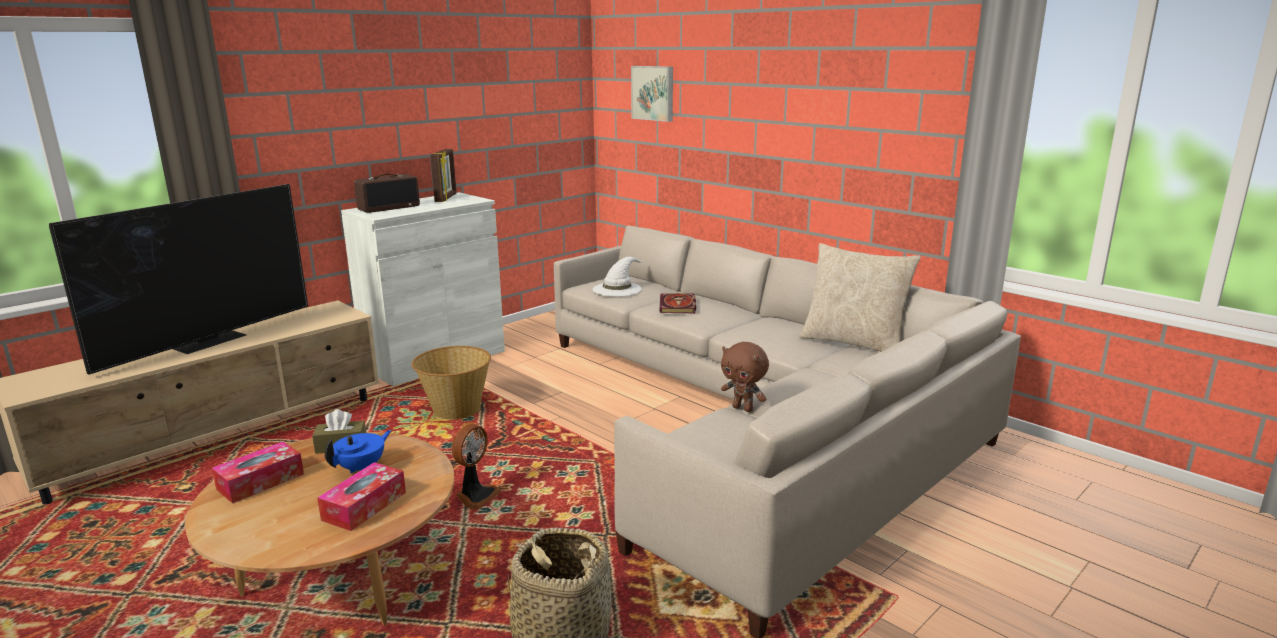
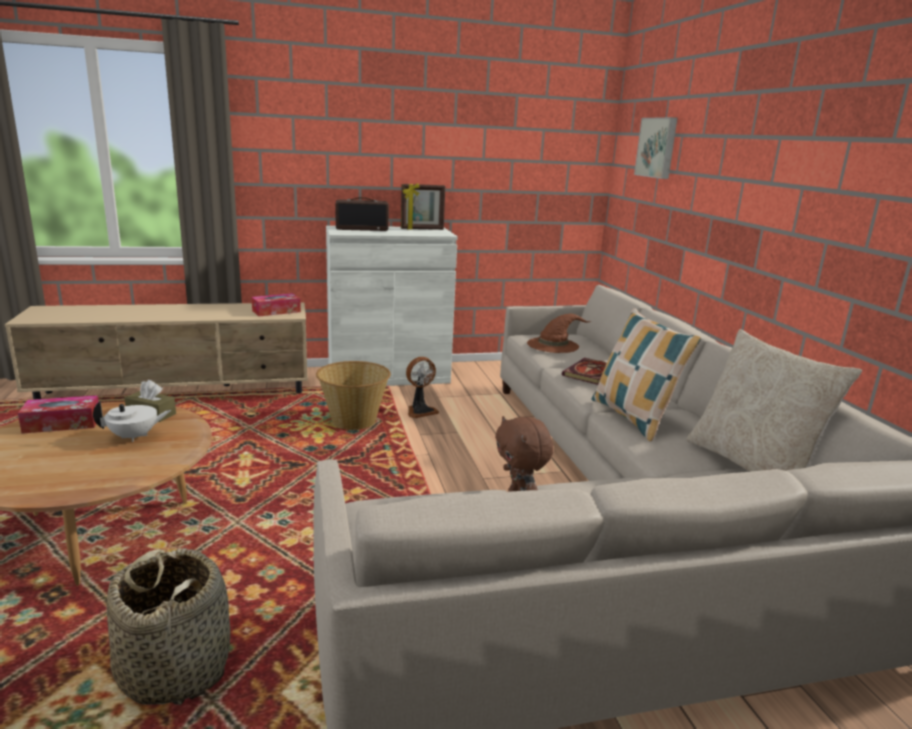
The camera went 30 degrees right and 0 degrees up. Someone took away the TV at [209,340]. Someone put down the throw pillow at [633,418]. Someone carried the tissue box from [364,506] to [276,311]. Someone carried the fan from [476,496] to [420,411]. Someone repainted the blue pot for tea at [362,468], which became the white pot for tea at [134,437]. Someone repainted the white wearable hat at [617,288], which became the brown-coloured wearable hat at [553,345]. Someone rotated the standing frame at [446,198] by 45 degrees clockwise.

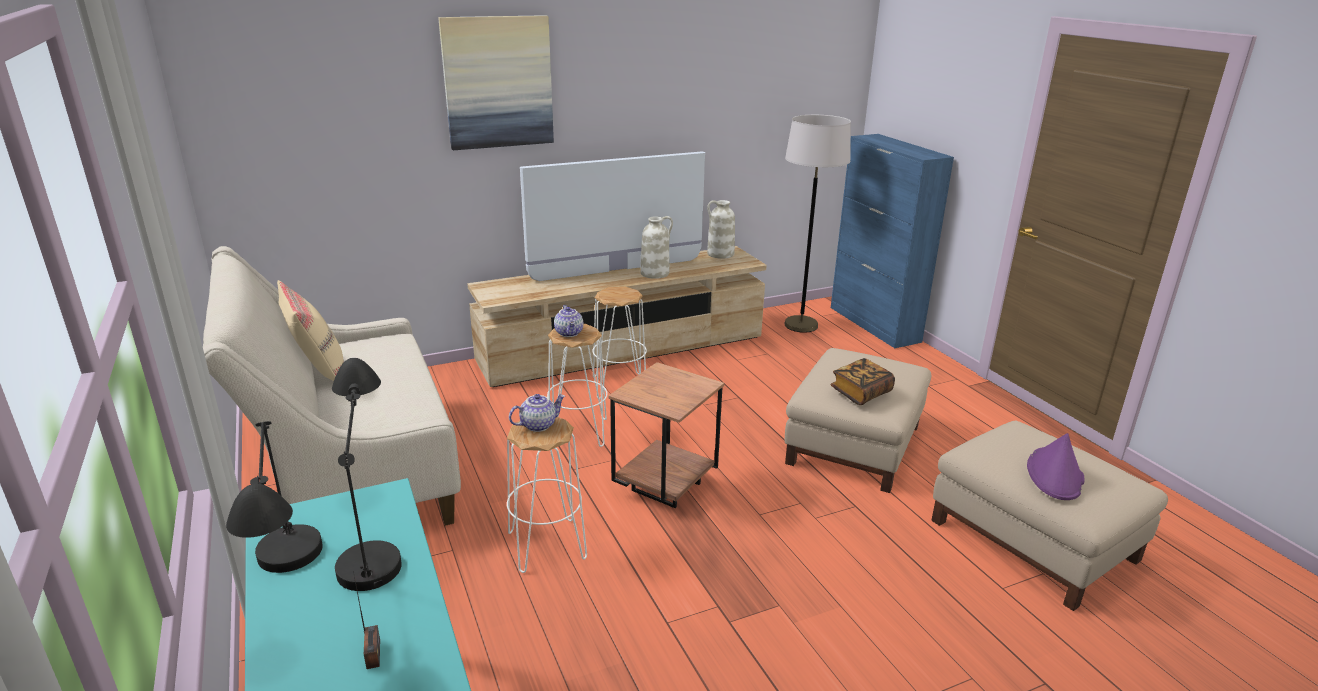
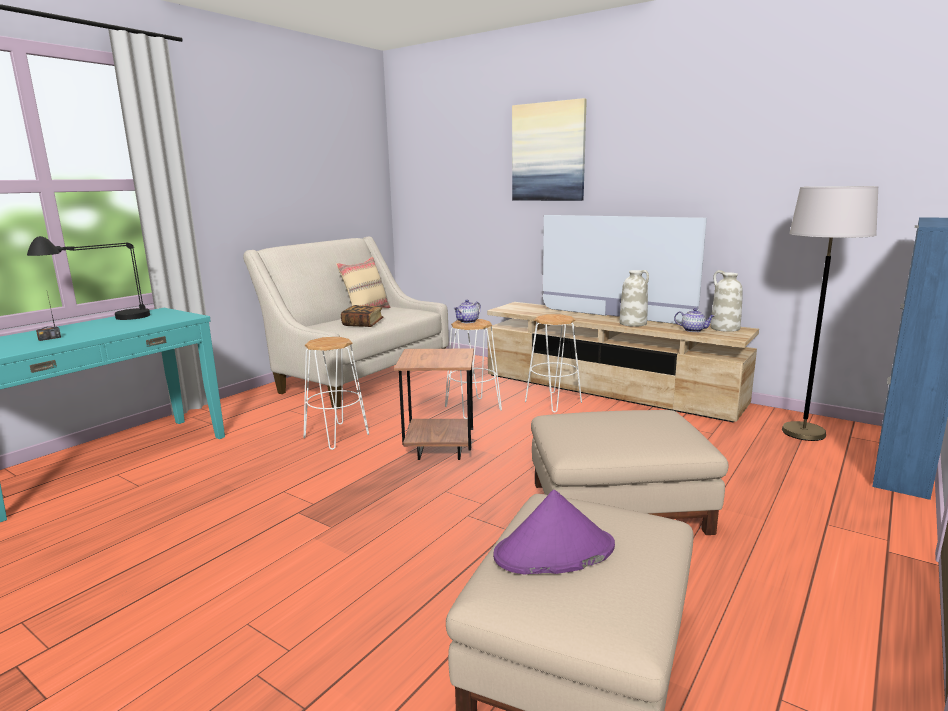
The camera went 60 degrees right and 10 degrees down. Someone took away the black-coloured tabletop lamp at [371,534]. Someone carried the pot for tea from [538,425] to [693,330]. Someone carried the volume from [861,392] to [363,324].

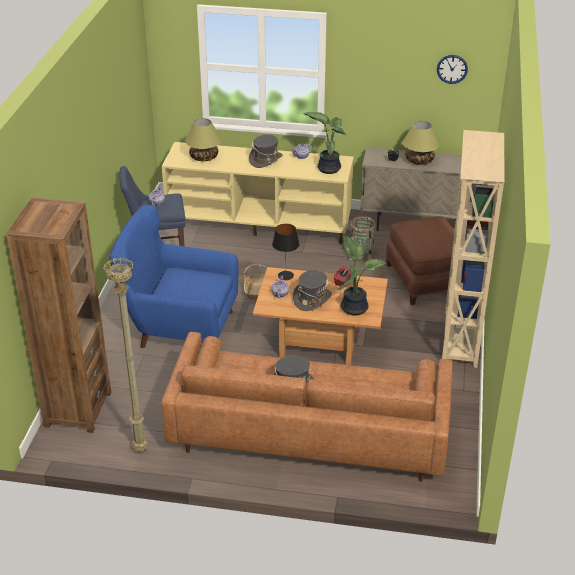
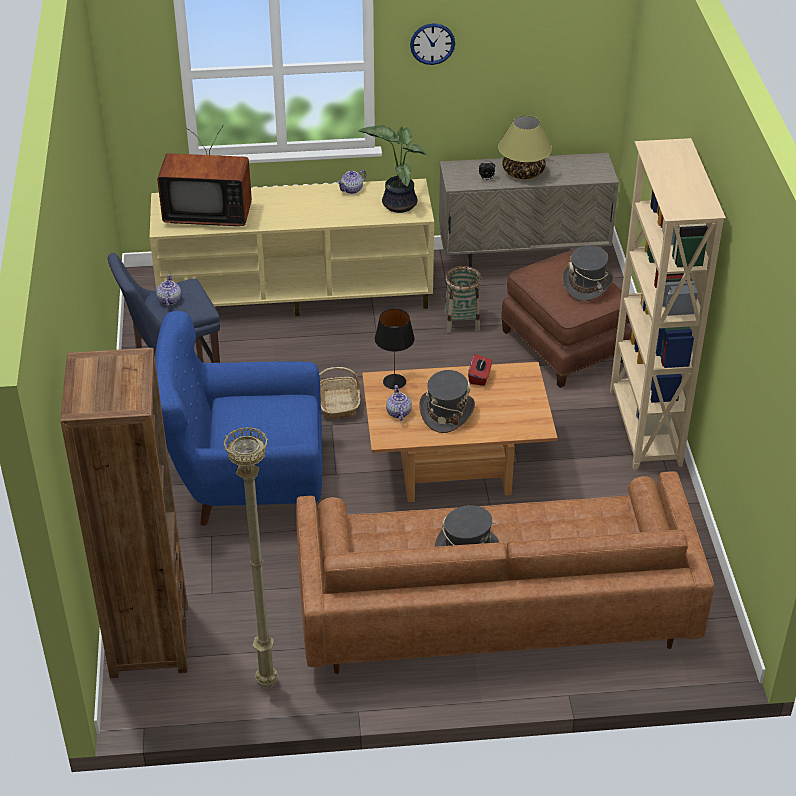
The camera went 15 degrees left and 5 degrees up. Someone took away the potted plant at [355,307]. Someone carried the greyish wearable hat from [265,160] to [587,284]. Someone carried the hanging clock from [452,69] to [432,43]. Someone swapped the tabletop lamp at [204,157] for the TV at [208,212].

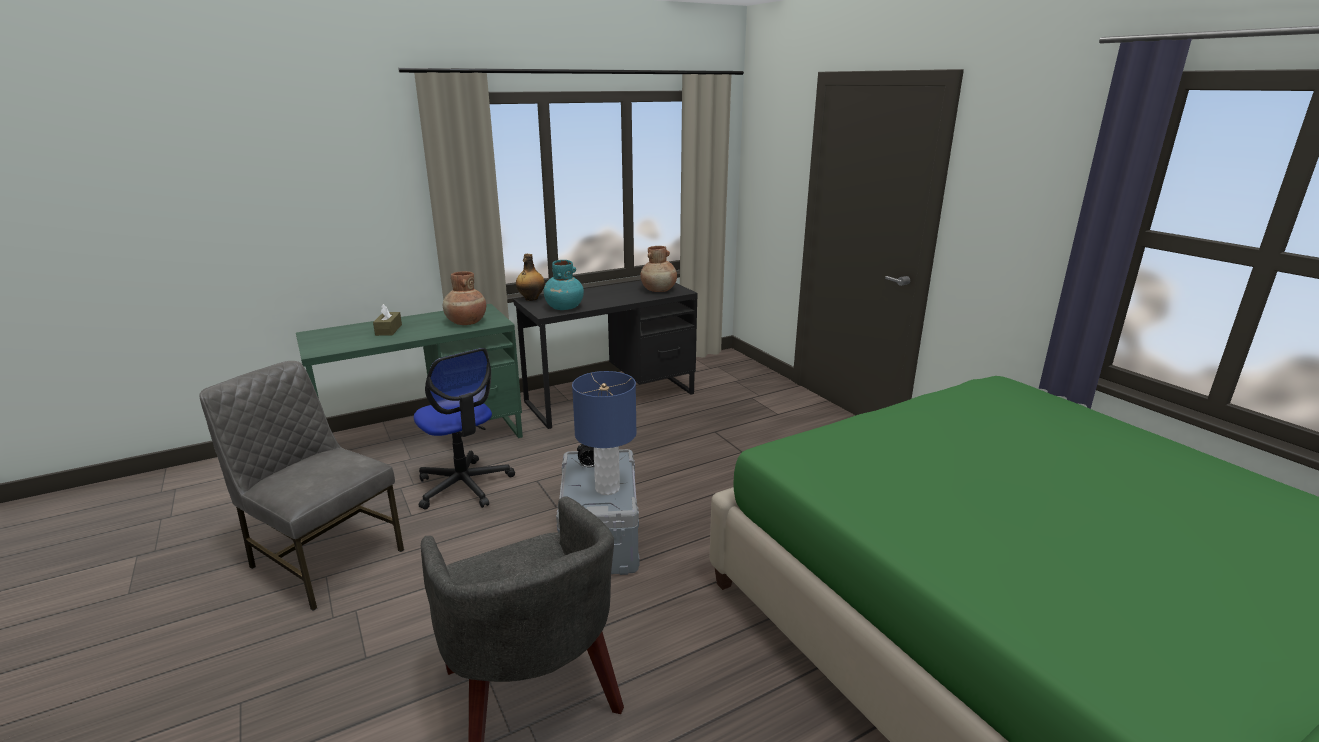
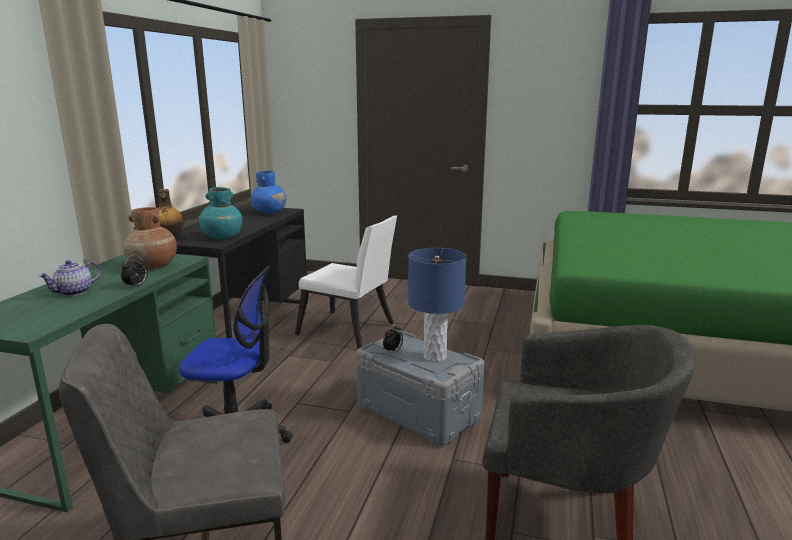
The camera went 45 degrees left and 5 degrees down. Someone put down the table clock at [136,286]. Someone put down the white upright chair at [350,331]. Someone swapped the brown-coloured tissue box at [388,330] for the pot for tea at [74,292]. Someone repainted the brown-coloured flower vase at [659,290], which became the blue flower vase at [270,212].

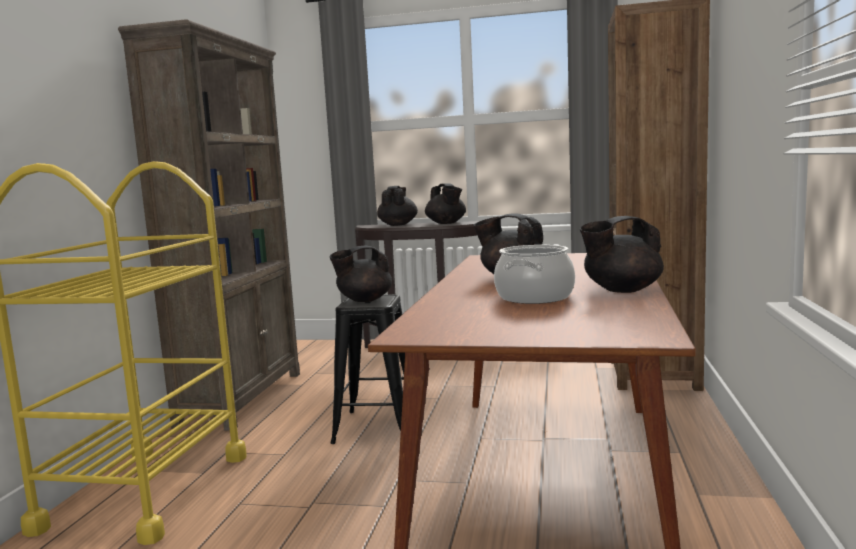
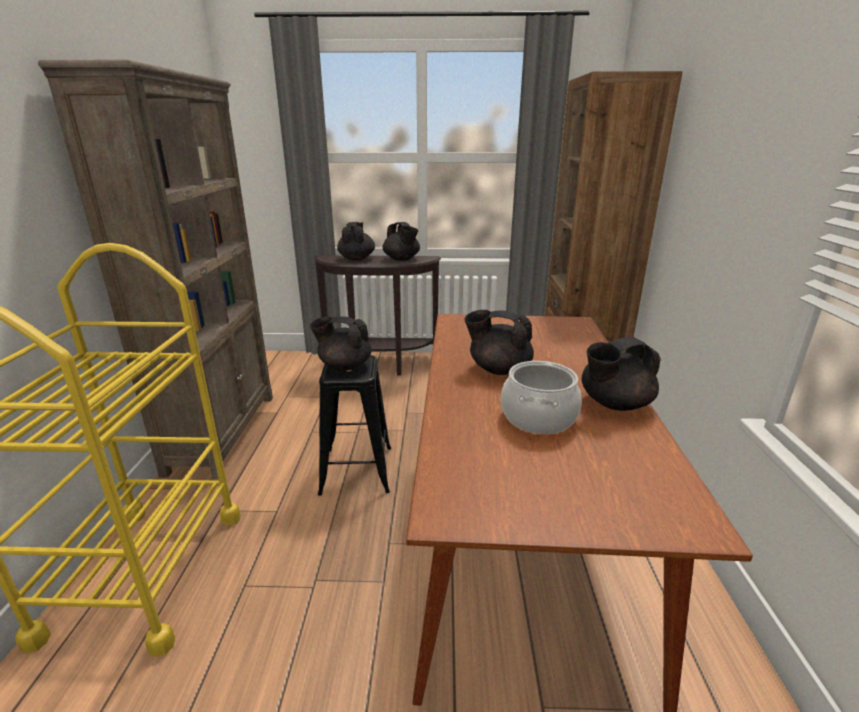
The camera went 10 degrees left and 15 degrees up. Someone rotated the black-coloured pot for tea at [364,300] by 45 degrees clockwise.

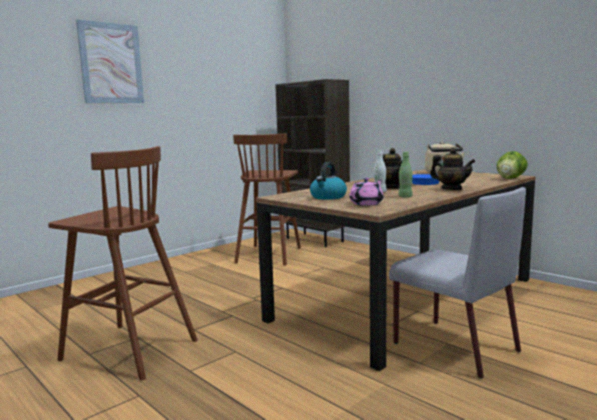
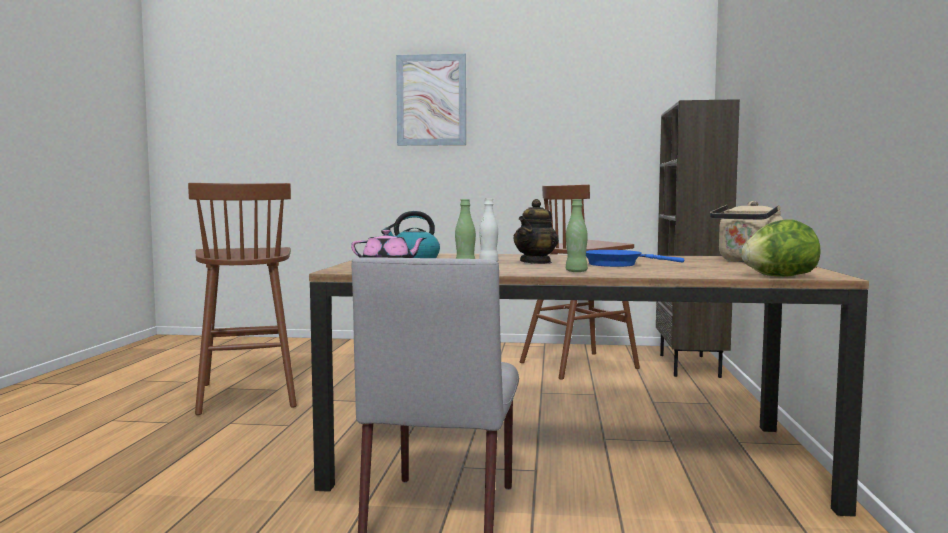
The camera went 50 degrees right and 5 degrees down. Someone swapped the pot for tea at [451,189] for the green-coloured drink bottle at [576,271].

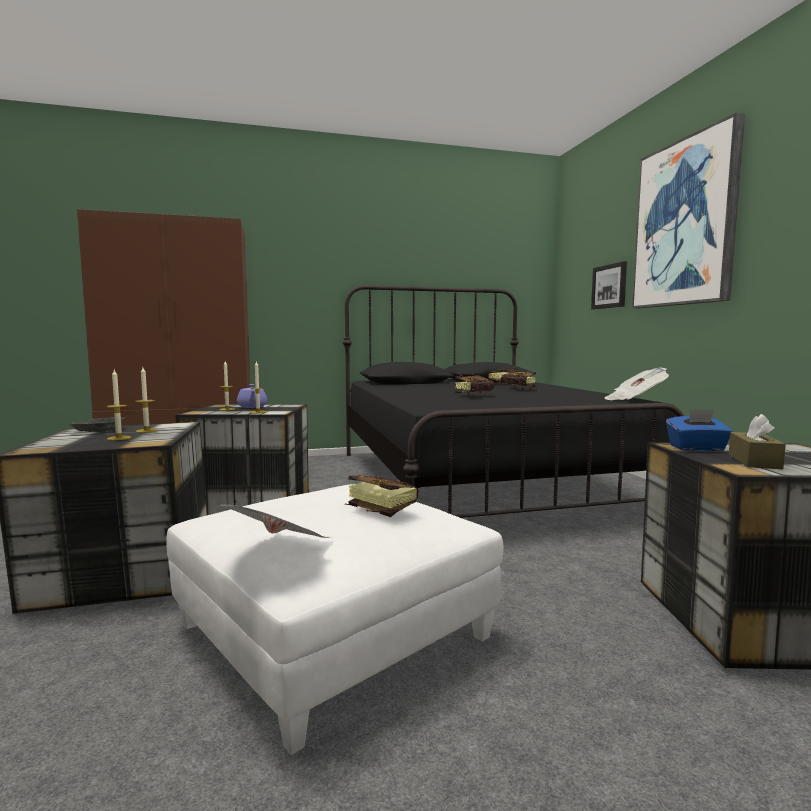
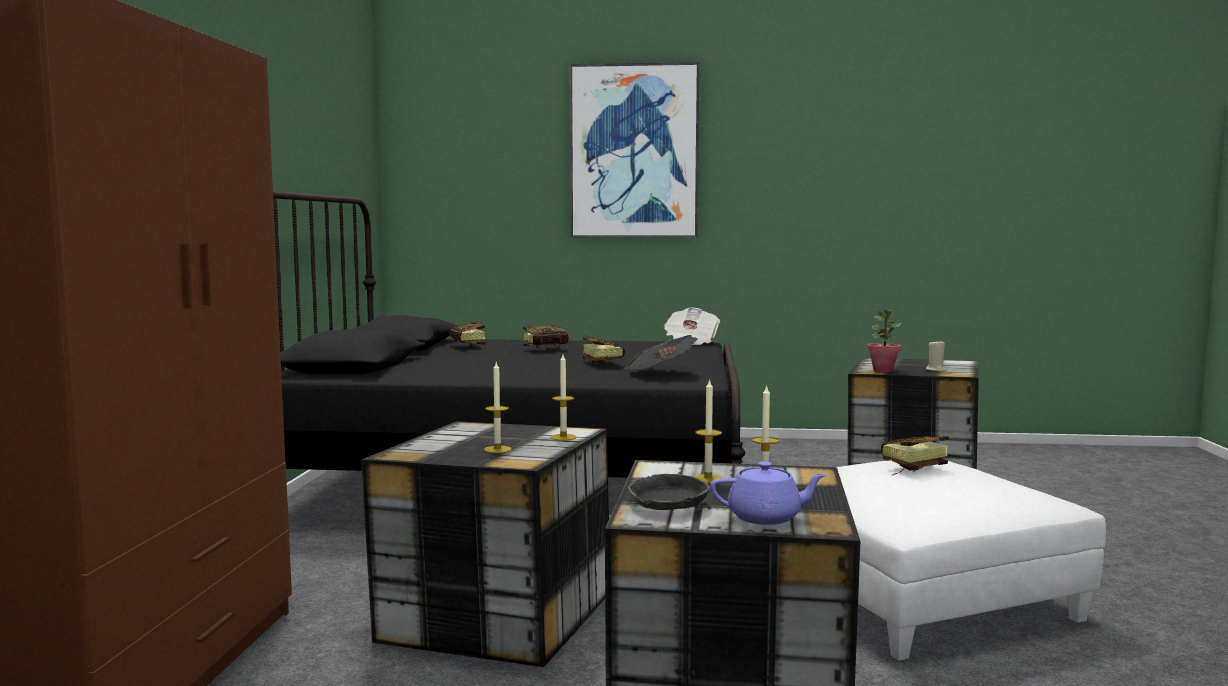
The camera went 70 degrees left and 0 degrees up. Someone took away the picture at [609,286]. Someone carried the daily paper from [279,552] to [660,373]. Someone carried the purple pot for tea from [252,407] to [766,517]. Someone swapped the blue tissue box at [697,448] for the potted plant at [883,370]. Someone swapped the brown-coloured tissue box at [754,461] for the sand-coloured wax light at [936,370].

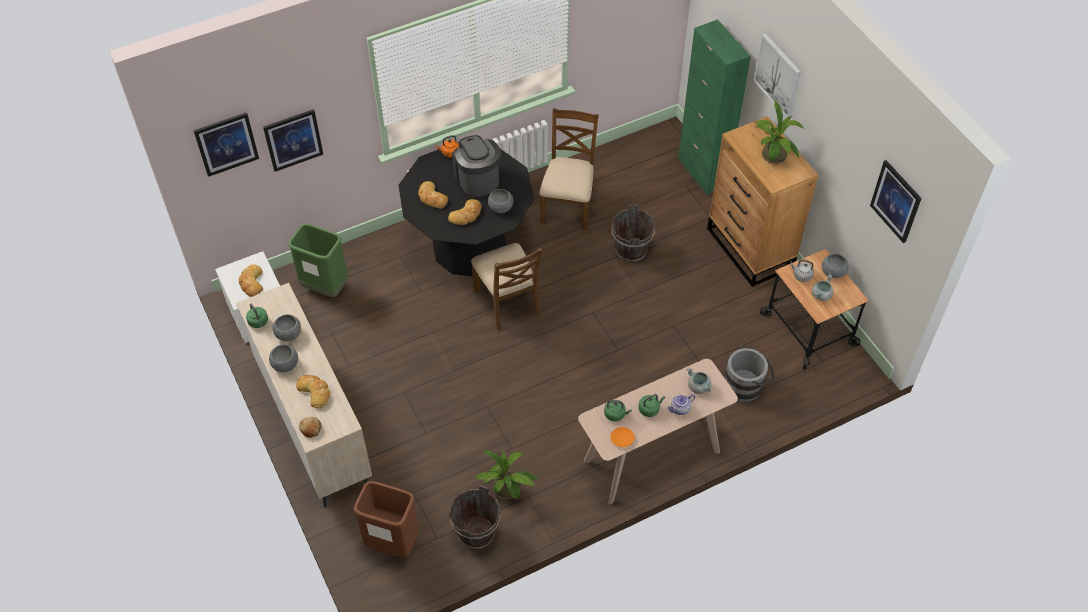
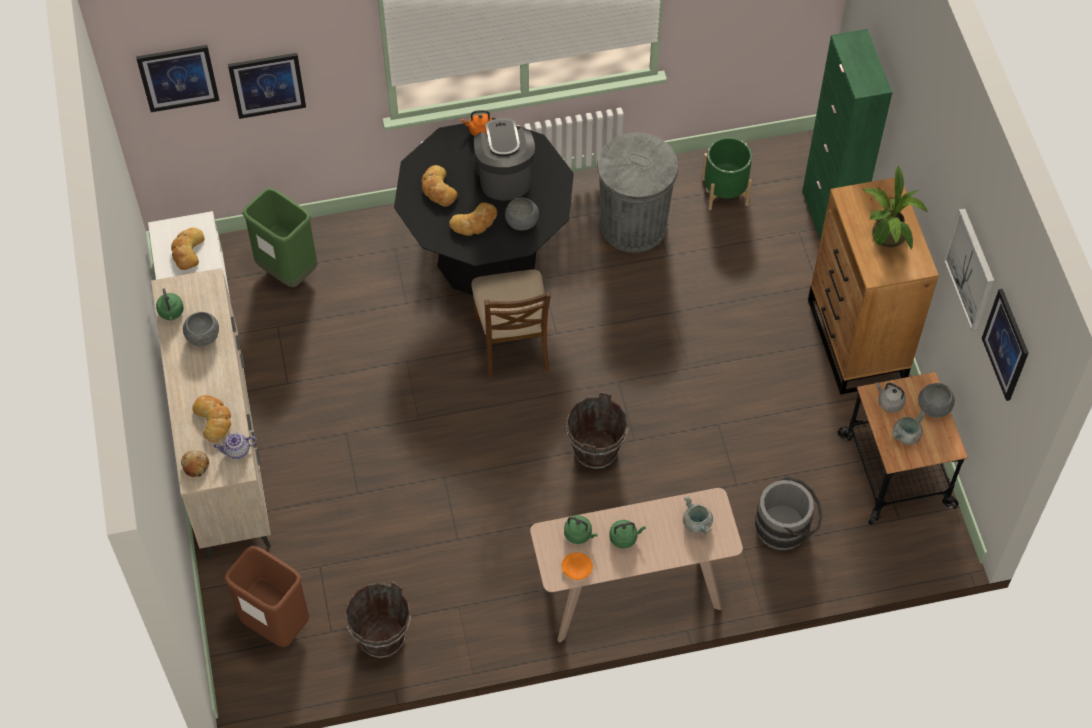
The camera went 15 degrees right and 5 degrees up. Someone took away the greyish serving bowl at [285,364]. Someone took away the potted plant at [507,491]. Someone put down the green-coloured flower pot at [724,191]. Someone carried the brown-coloured bucket from [631,250] to [595,450]. Someone carried the pot for tea from [680,409] to [237,451]. Someone carried the picture from [778,75] to [971,269]. Someone swapped the brown-coloured upright chair at [568,205] for the greyish waste bin at [633,225].

